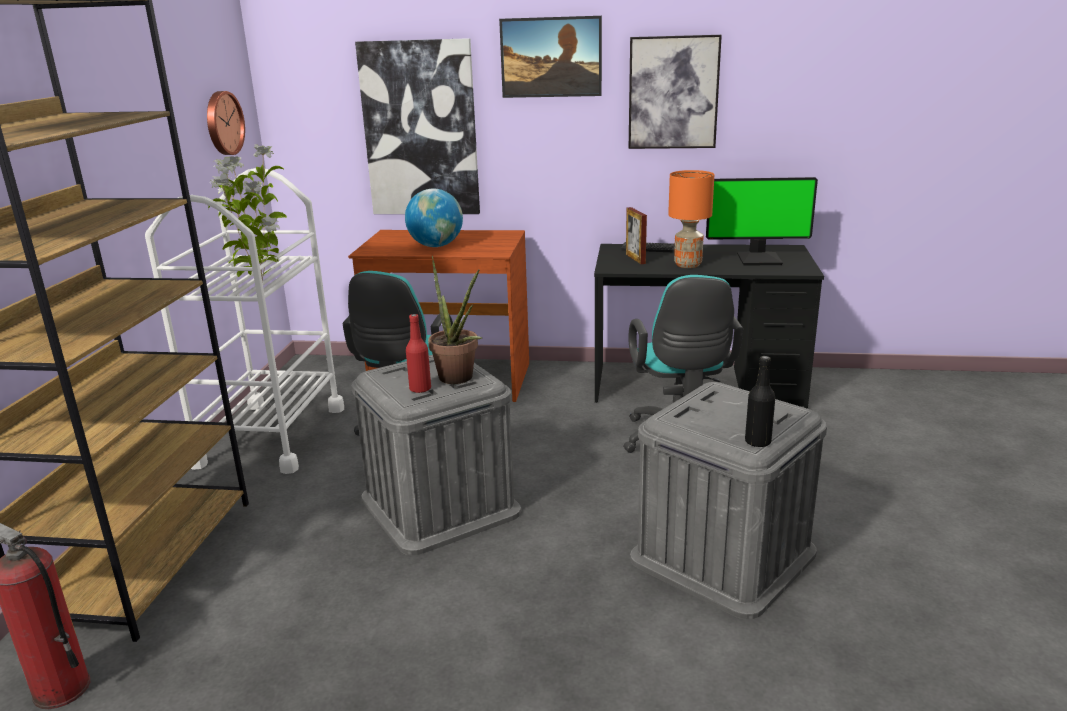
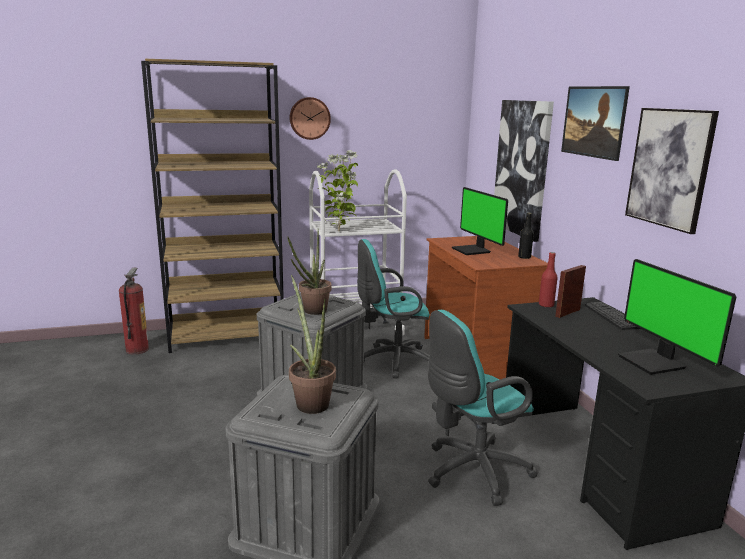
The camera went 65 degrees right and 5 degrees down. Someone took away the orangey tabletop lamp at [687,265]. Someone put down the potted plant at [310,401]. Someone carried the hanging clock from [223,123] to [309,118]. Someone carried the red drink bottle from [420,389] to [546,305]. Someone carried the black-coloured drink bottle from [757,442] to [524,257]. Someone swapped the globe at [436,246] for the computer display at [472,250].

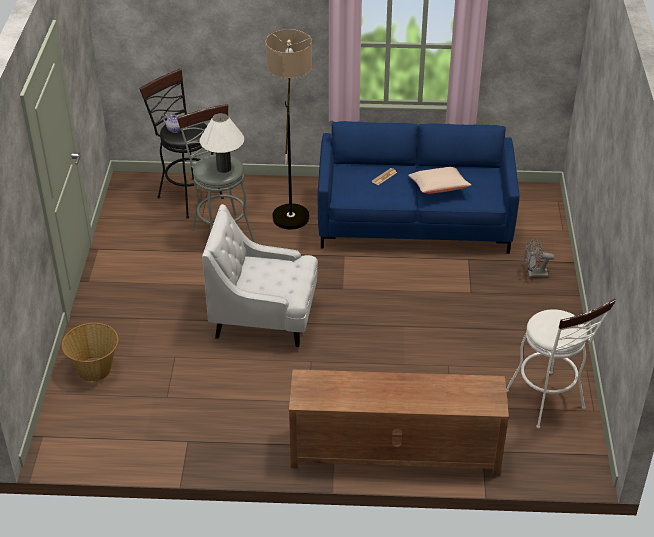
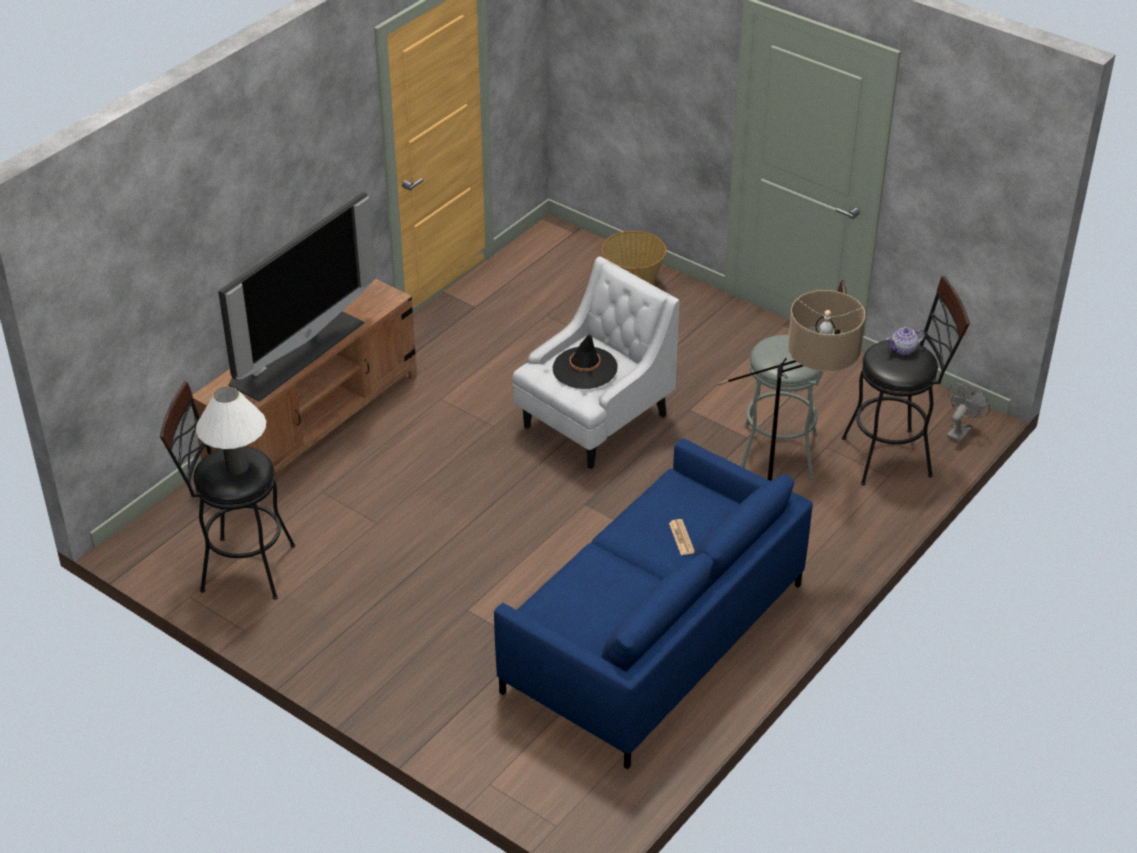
The camera went 125 degrees right and 0 degrees up. Someone took away the sand-coloured throw pillow at [438,188]. Someone put down the TV at [295,352]. Someone put down the black-coloured wearable hat at [585,368]. Someone carried the white tabletop lamp from [223,168] to [237,466]. Someone carried the greyish fan from [534,274] to [961,431]. Someone repainted the white stool at [549,403], which became the black-coloured stool at [239,567].

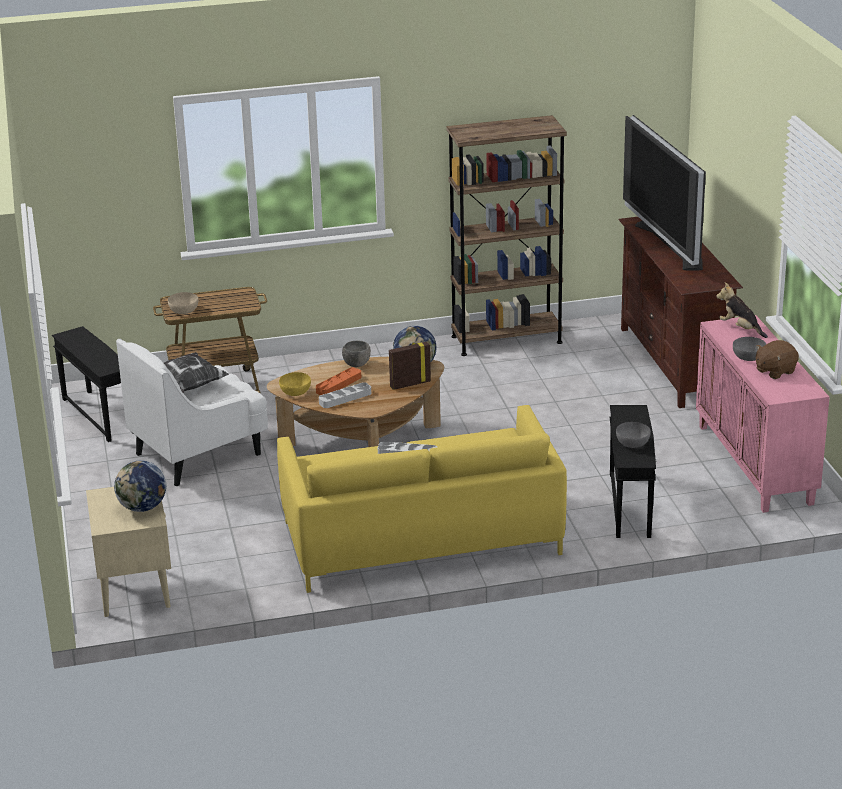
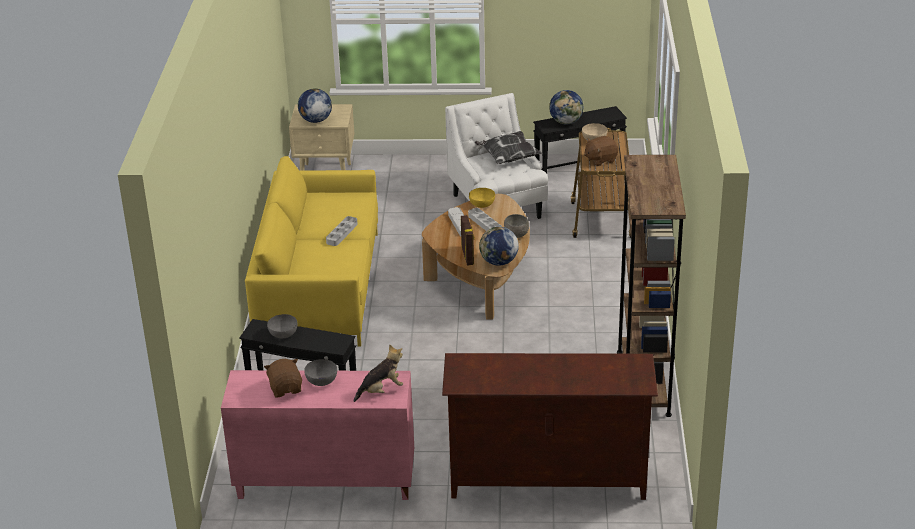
The camera went 105 degrees right and 5 degrees up. Someone took away the TV at [669,245]. Someone put down the globe at [566,122]. Someone put down the brown-coloured soft toy at [600,159]. Someone repainted the orangey tray at [338,384], which became the greyish tray at [484,224].

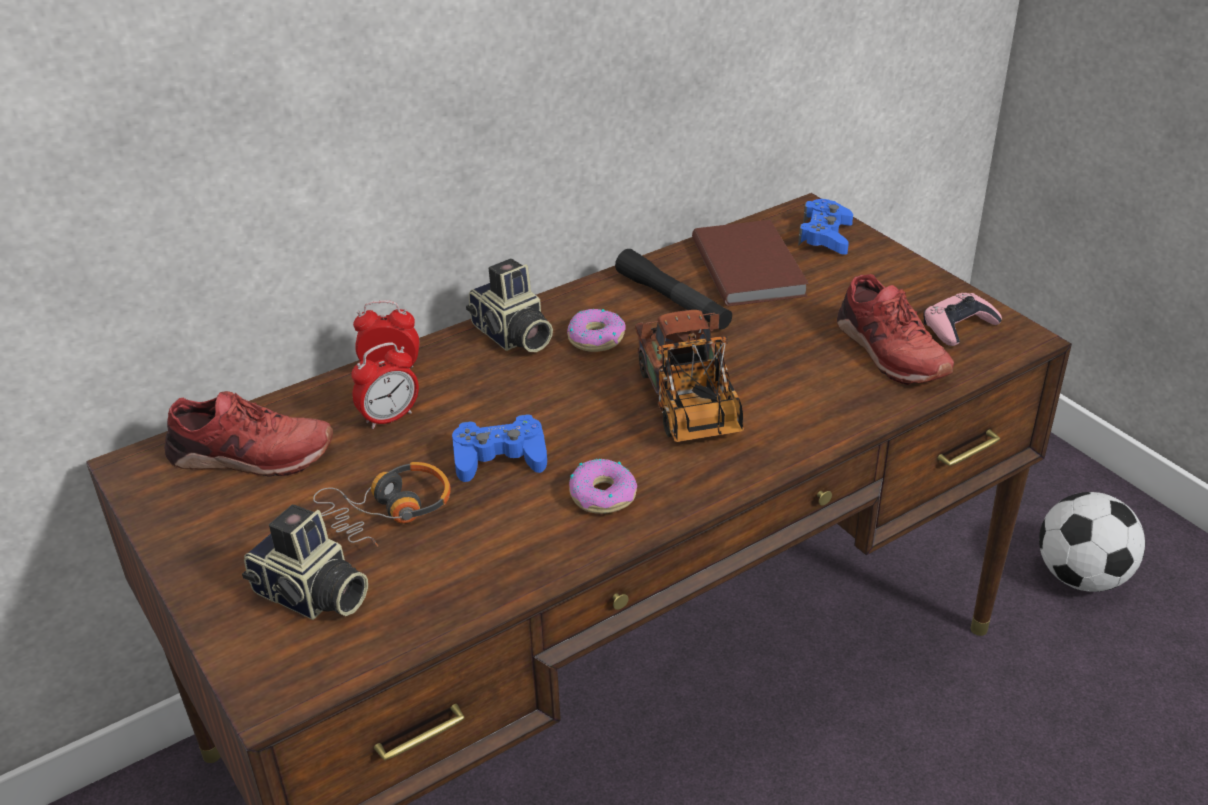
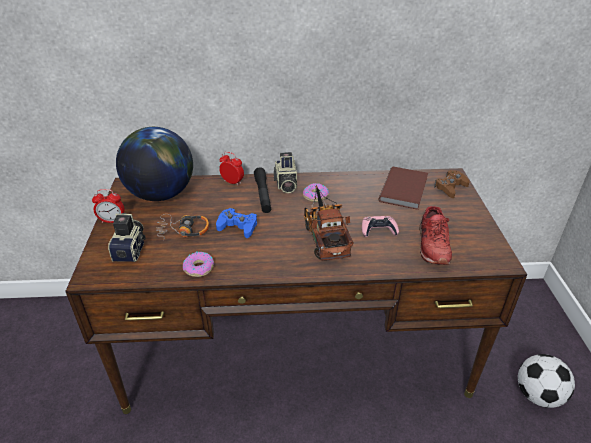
The camera went 30 degrees right and 0 degrees up. Someone carried the table clock from [389,418] to [112,221]. Someone carried the donut from [603,494] to [199,268]. Someone carried the black-coloured hand torch from [673,301] to [263,195]. Someone carried the pink joypad from [959,326] to [378,230]. Someone swapped the red item of footwear at [250,456] for the globe at [161,194]. Someone repainted the blue joypad at [825,236], which became the brown-coloured joypad at [450,187]. Someone rotated the still camera at [310,596] by 150 degrees counterclockwise. Someone rotated the toy lorry at [690,408] by 150 degrees clockwise.

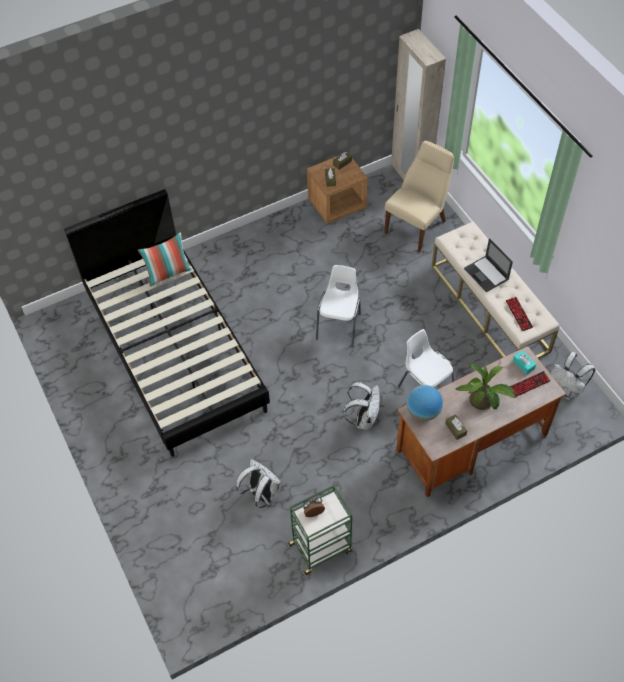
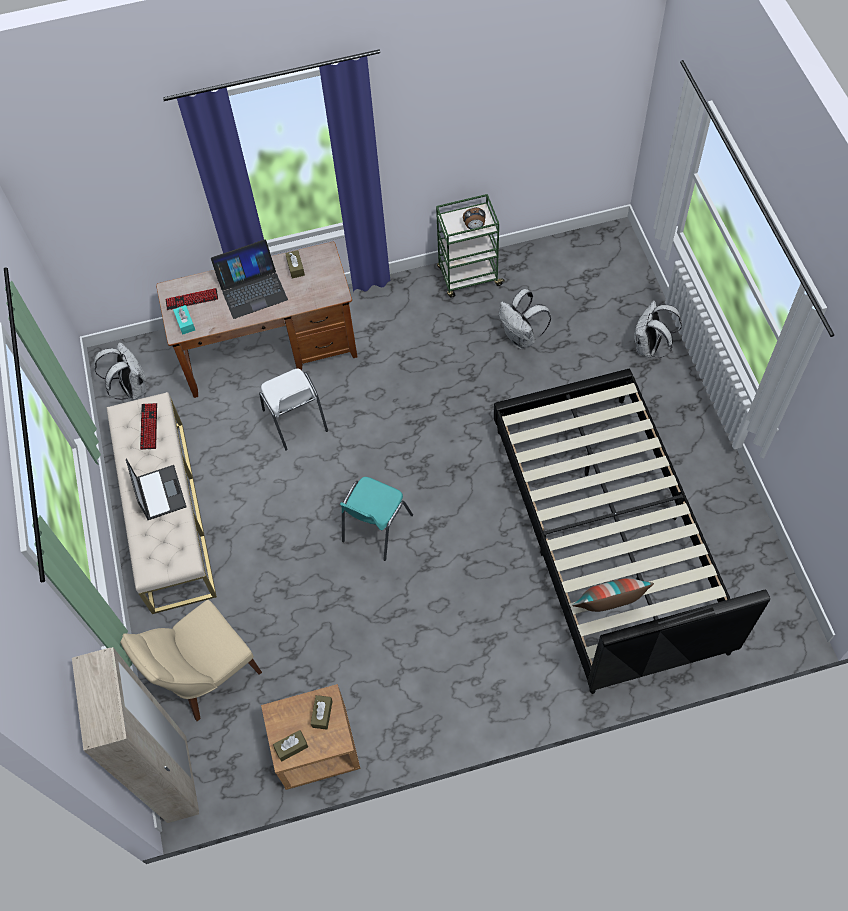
The camera went 165 degrees left and 5 degrees up. Someone took away the globe at [423,411]. Someone carried the white rucksack from [364,418] to [649,347]. Someone swapped the potted plant at [483,403] for the portable computer at [252,289]. Someone repainted the white upright chair at [339,325], which became the blue-green upright chair at [375,529].

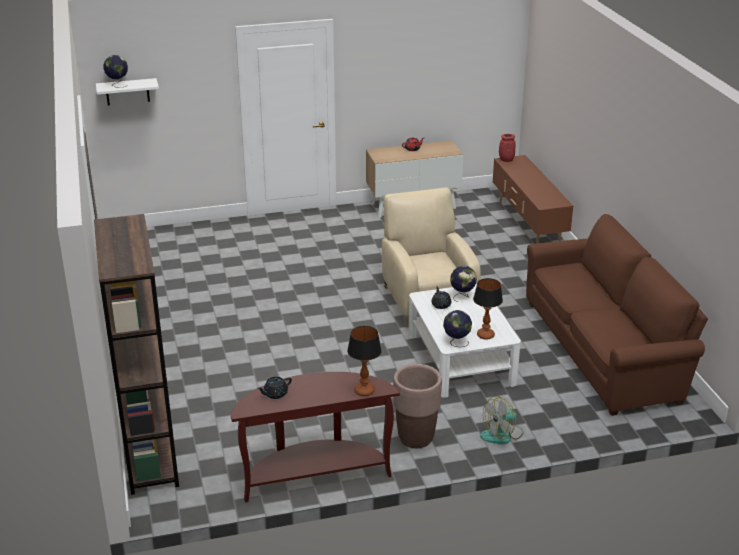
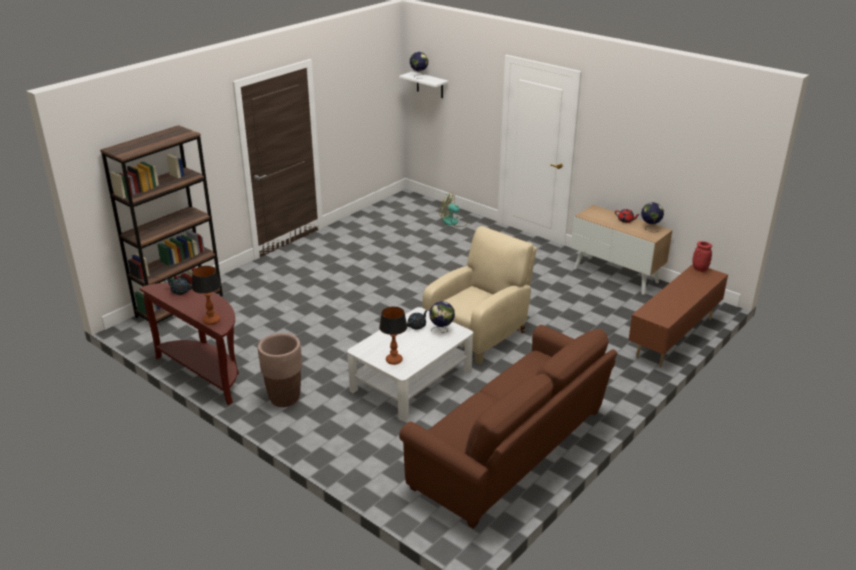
The camera went 55 degrees right and 0 degrees up. Someone carried the globe from [456,342] to [650,228]. Someone carried the fan from [502,435] to [454,222].

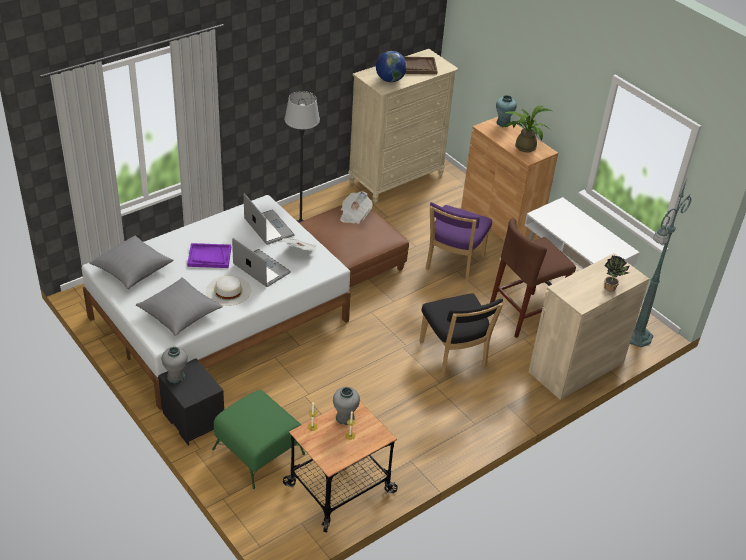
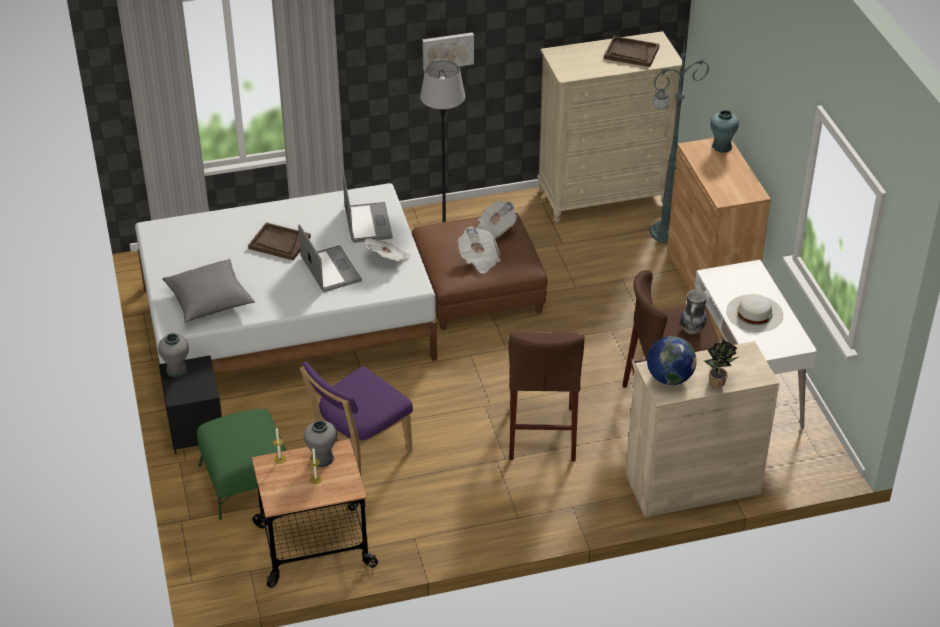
The camera went 25 degrees right and 0 degrees up. Someone took away the greyish throw pillow at [132,270]. Someone took away the potted plant at [523,146]. Someone put up the picture at [447,50]. Someone put down the daily paper at [479,259]. Someone put down the flower vase at [692,329]. Someone carried the white wearable hat from [228,290] to [754,313]. Someone carried the globe from [390,80] to [669,378]. Someone carried the purple upright chair from [453,264] to [359,453]. Someone carried the green-coloured floor lamp from [636,337] to [664,233]. Someone swapped the black-coloured upright chair at [454,357] for the brown-coloured stool at [541,433]. Someone repainted the purple tray at [209,257], which became the brown-coloured tray at [279,243].

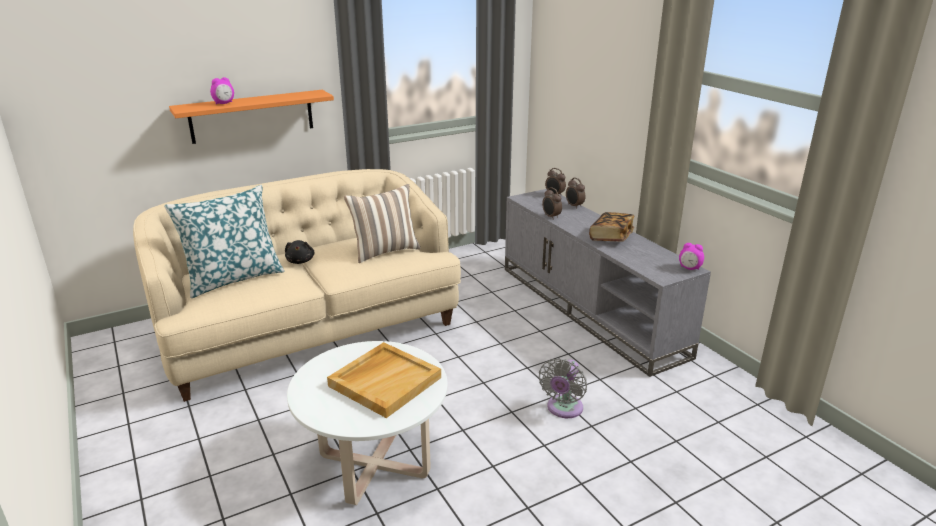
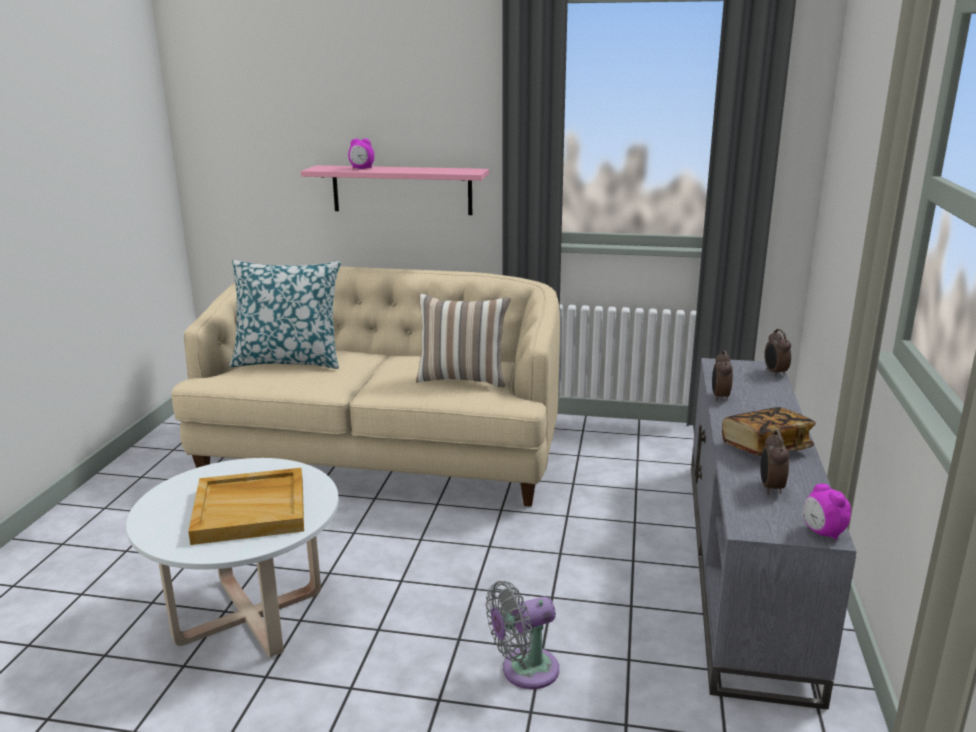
The camera went 40 degrees right and 5 degrees down. Someone took away the black-coloured soft toy at [300,261]. Someone carried the table clock from [574,206] to [770,488]. Someone repainted the orangey shelf at [252,116], which became the pink shelf at [401,190].

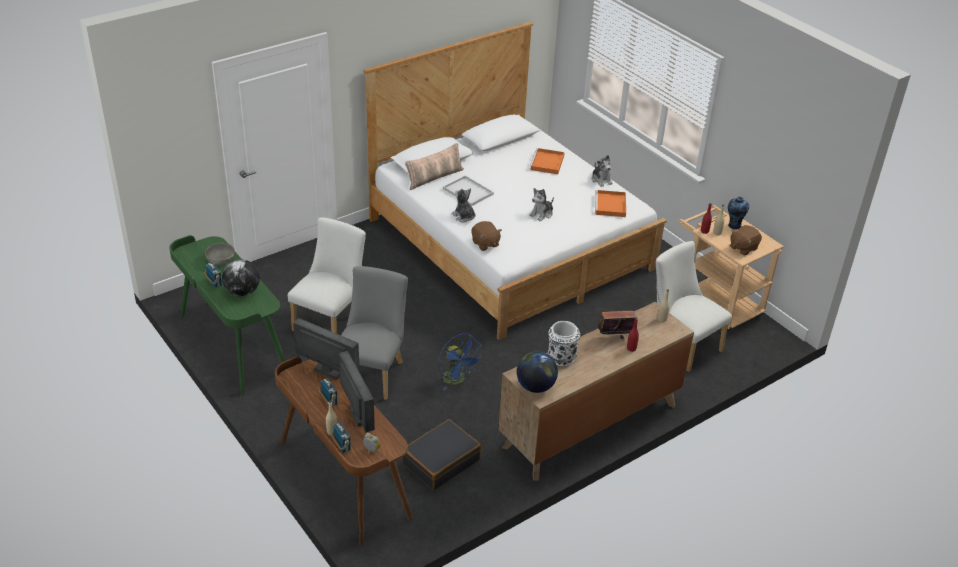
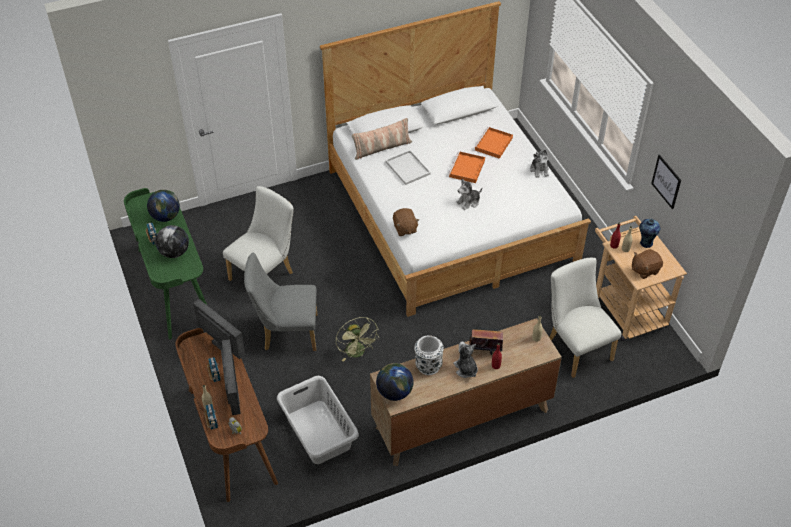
The camera went 15 degrees right and 10 degrees up. Someone put up the picture at [666,181]. Someone carried the soft toy from [464,217] to [465,369]. Someone carried the orangey tray from [610,206] to [467,169]. Someone swapped the greyish serving bowl at [221,260] for the globe at [166,216]. Someone swapped the black-coloured piece of luggage at [441,461] for the greyish laundry basket at [318,432]. Someone repainted the blue fan at [457,380], which became the green-coloured fan at [357,353]. Someone rotated the greyish upright chair at [373,372] by 120 degrees counterclockwise.

